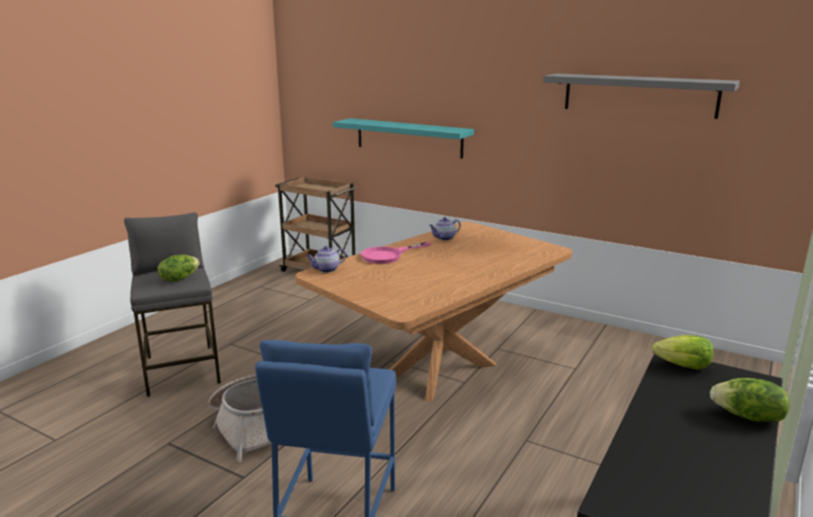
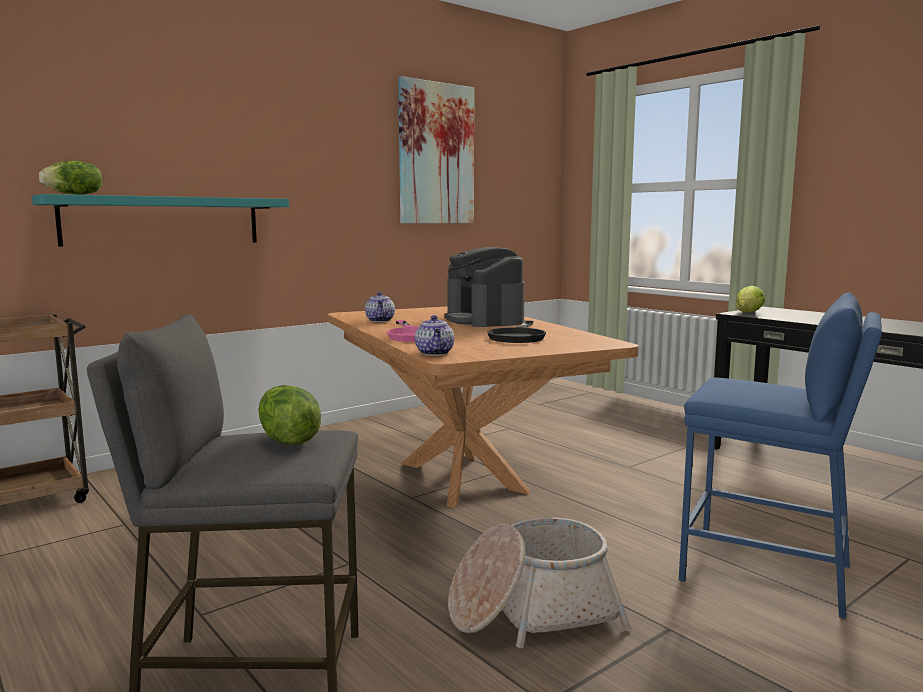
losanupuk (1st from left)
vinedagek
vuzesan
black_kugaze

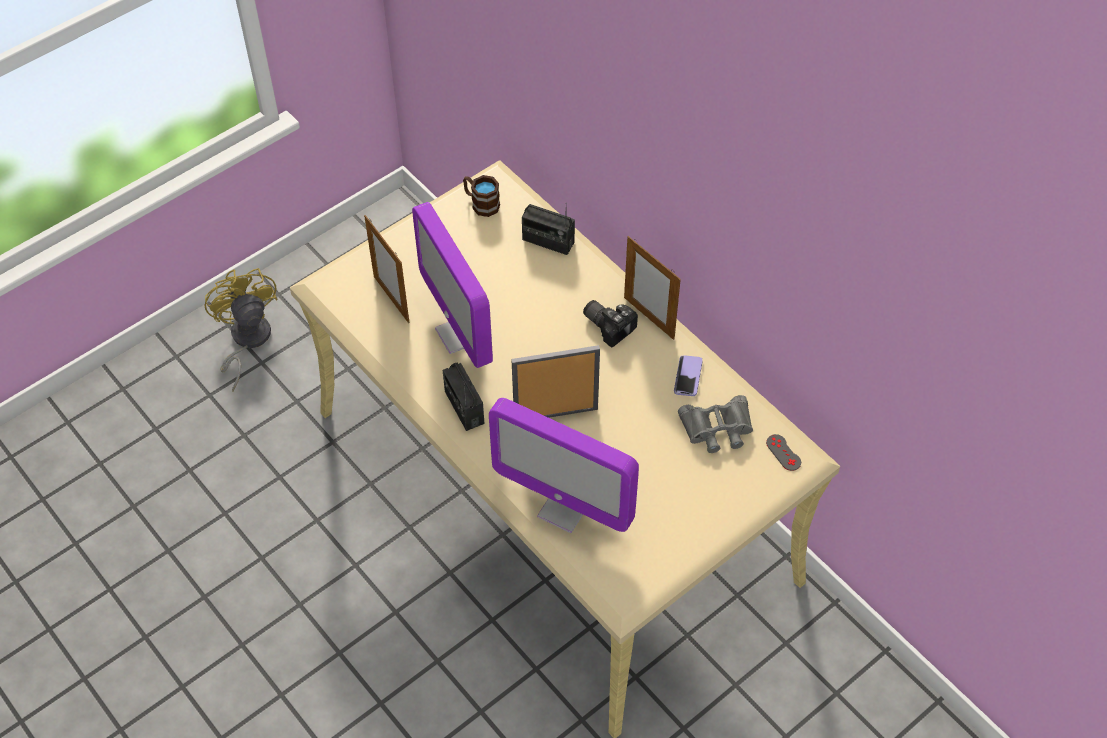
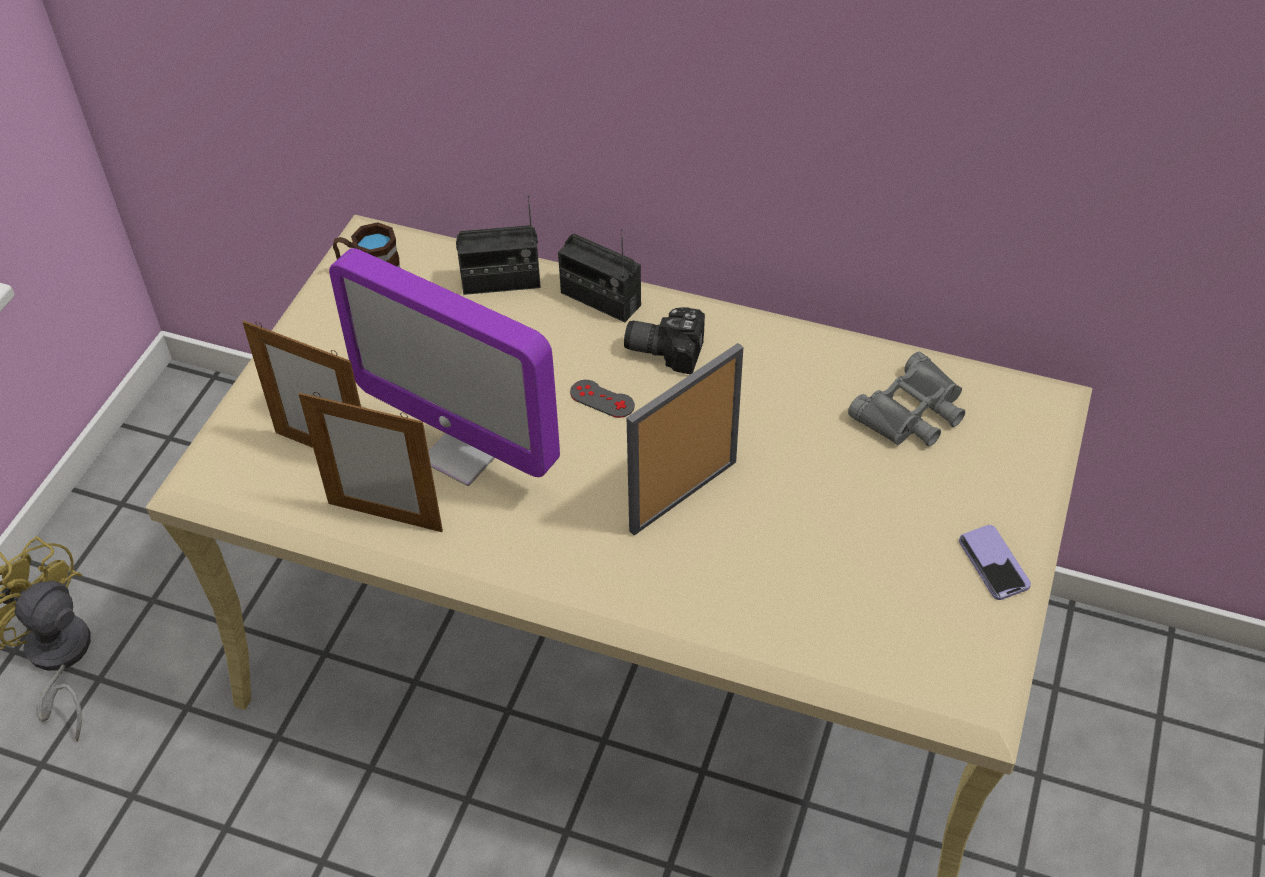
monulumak (2nd from left)
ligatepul (2nd from left)
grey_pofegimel
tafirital
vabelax (2nd from left in the first image)

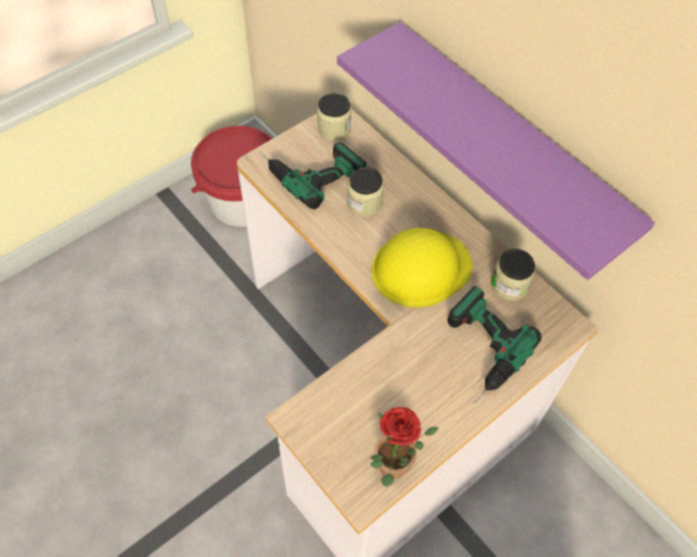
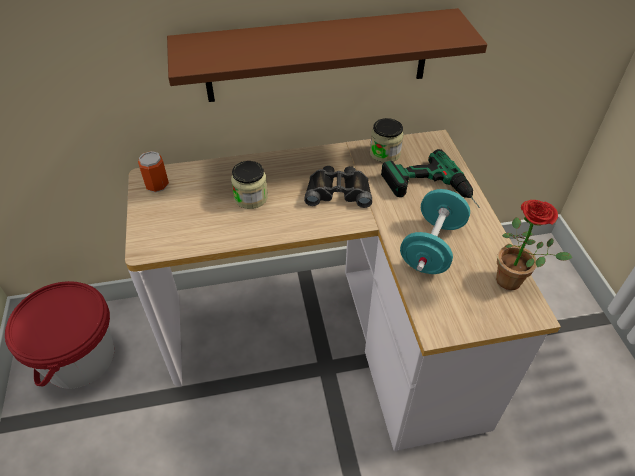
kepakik
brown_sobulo
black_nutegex
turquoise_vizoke
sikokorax (1st from left in the first image)

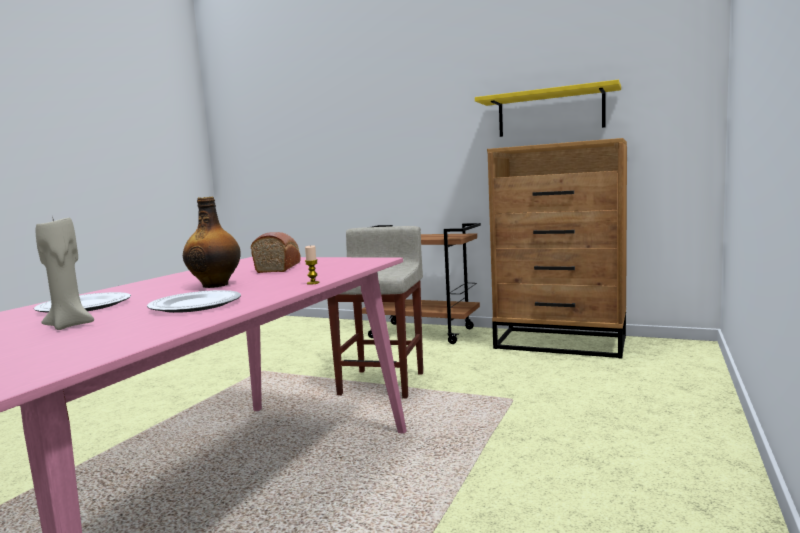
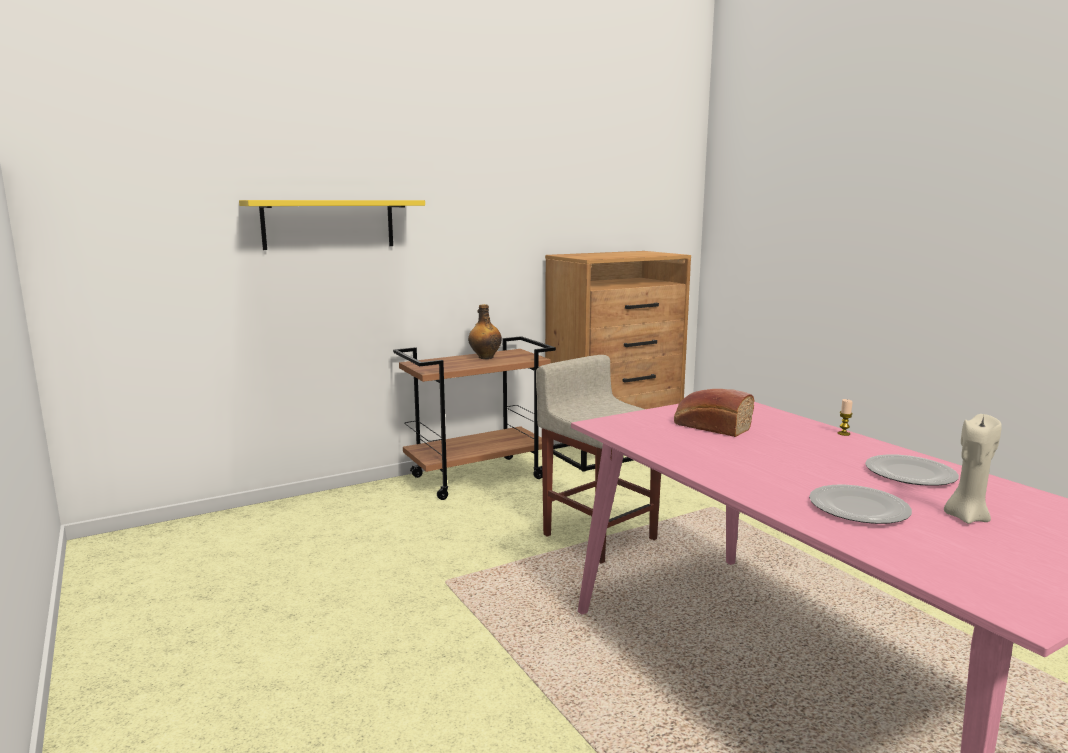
yellow_sobulo
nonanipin

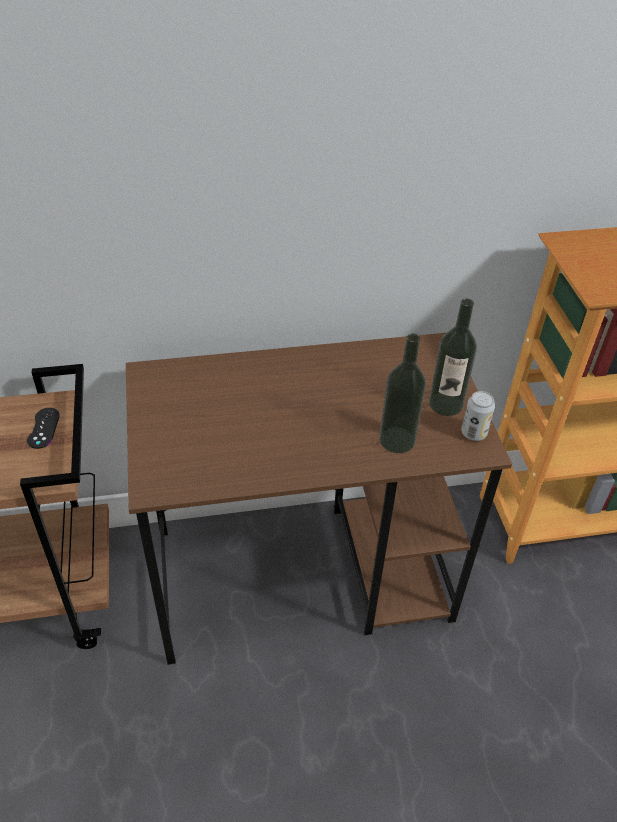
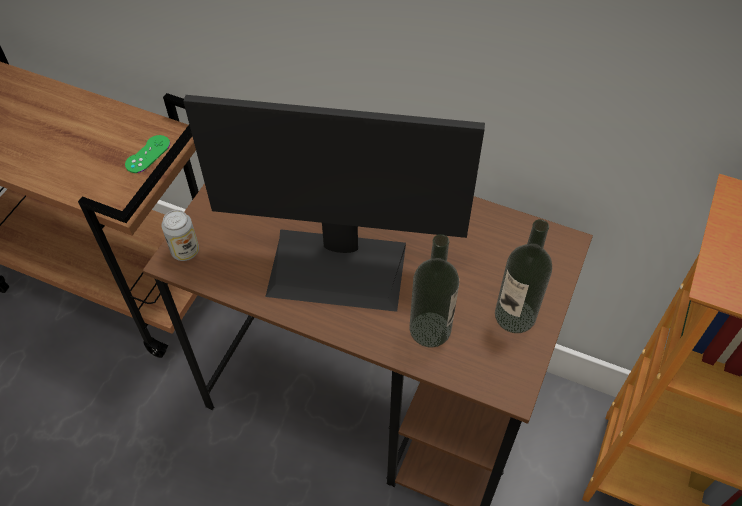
green_pofegimel
kepakik
vabelax

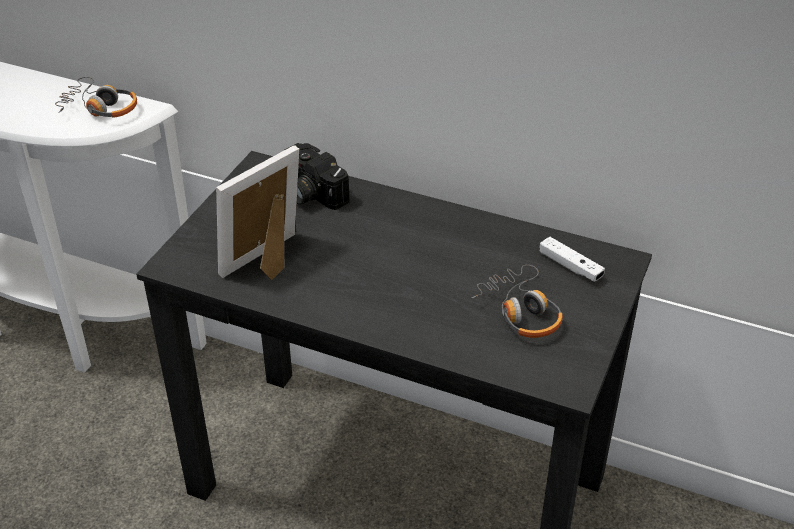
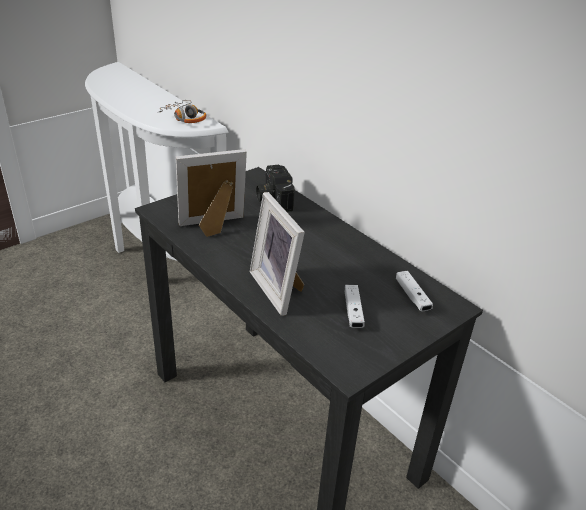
monulumak (2nd from left)
white_pofegimel (1st from left)

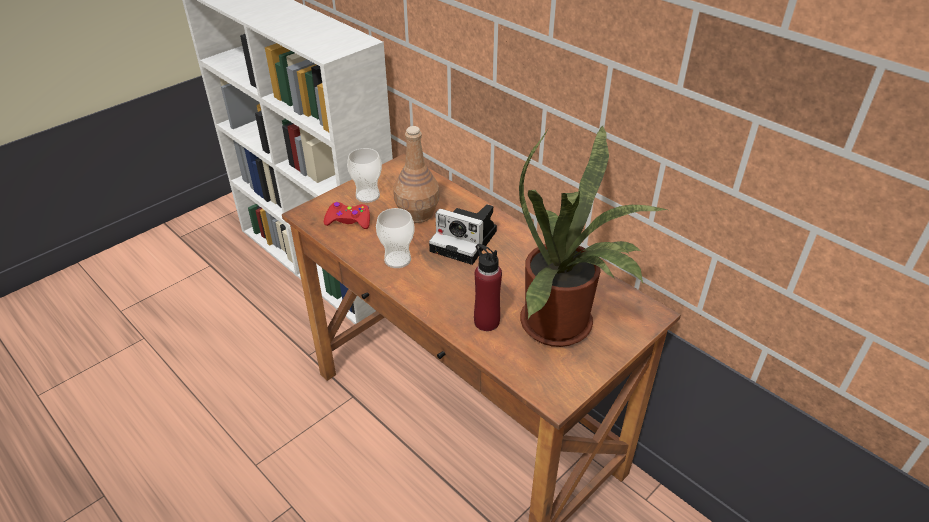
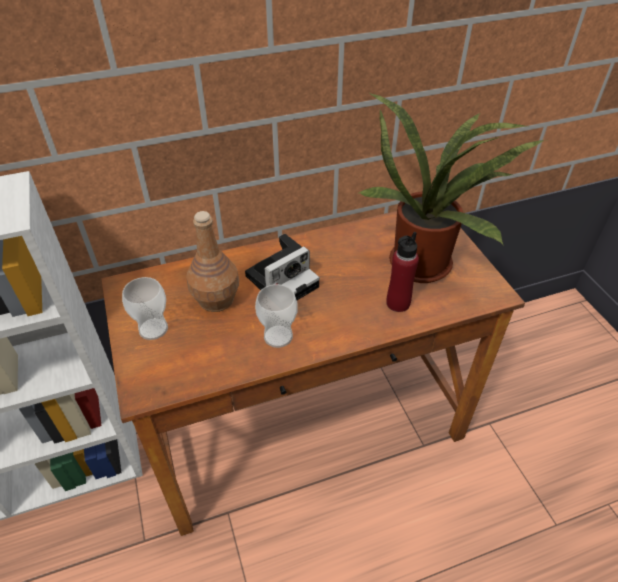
red_pofegimel

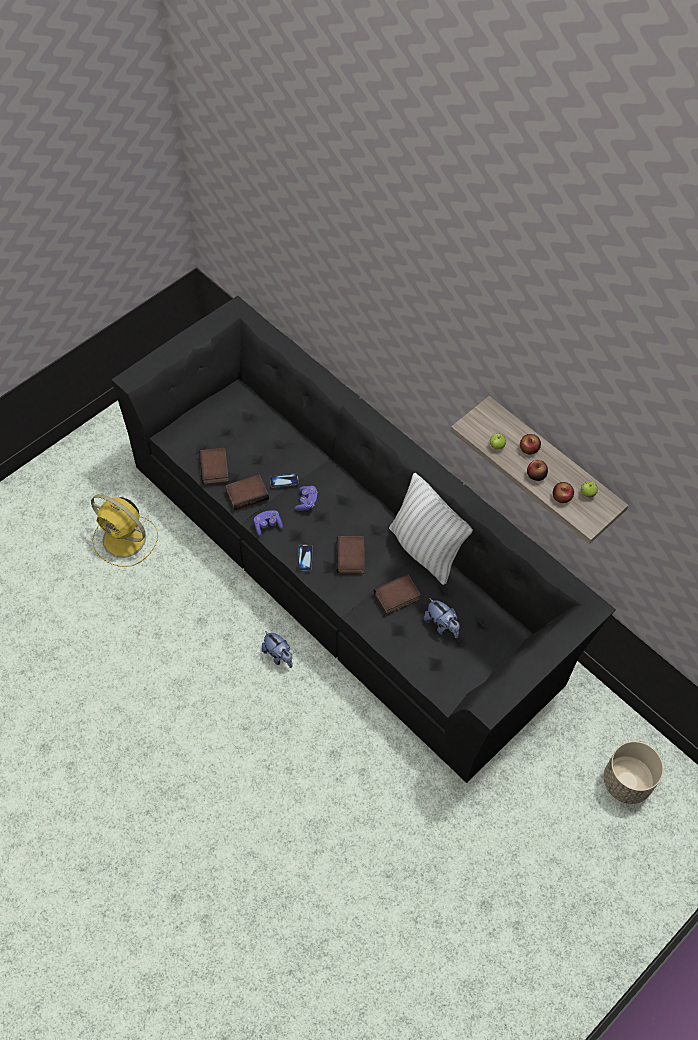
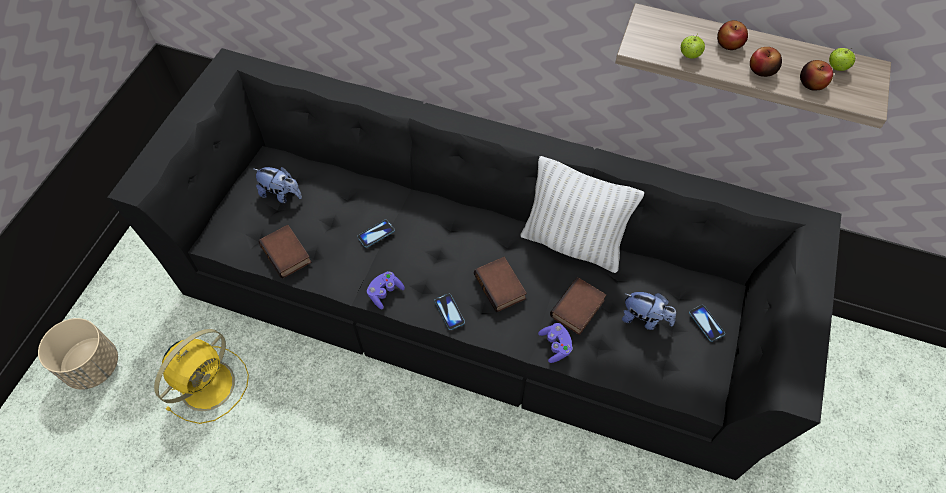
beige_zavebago
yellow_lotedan
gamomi (1st from left)
purple_pofegimel (2nd from left)
tafirital (3rd from left)
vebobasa (2nd from left in the first image)

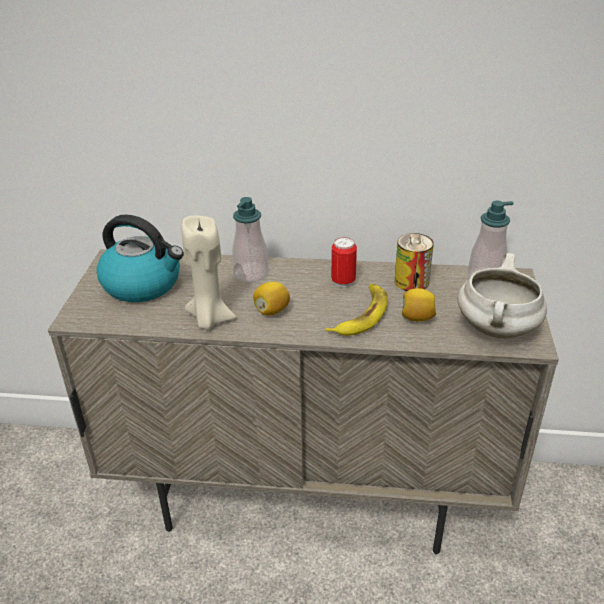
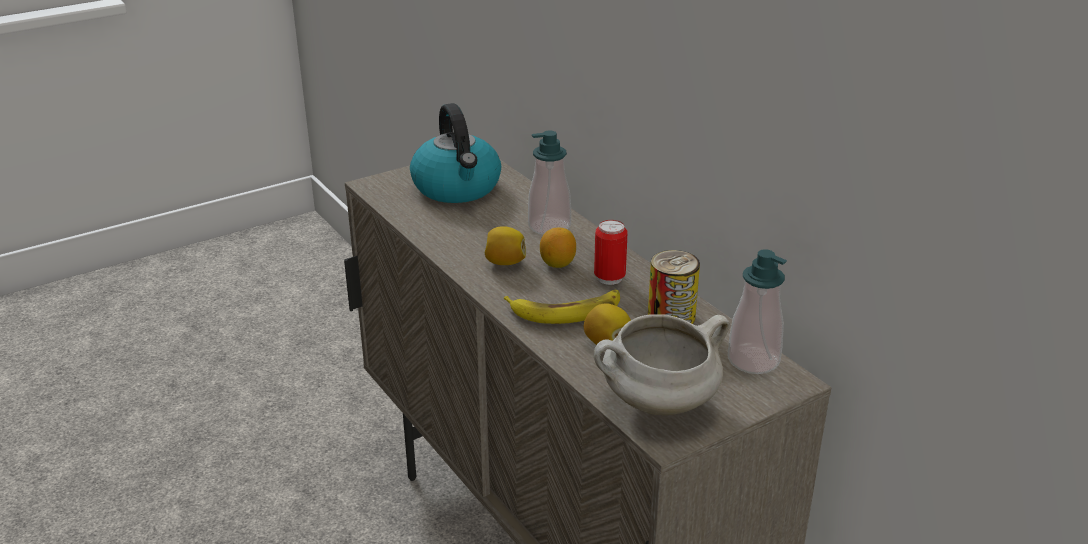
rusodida (2nd from left)
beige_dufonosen

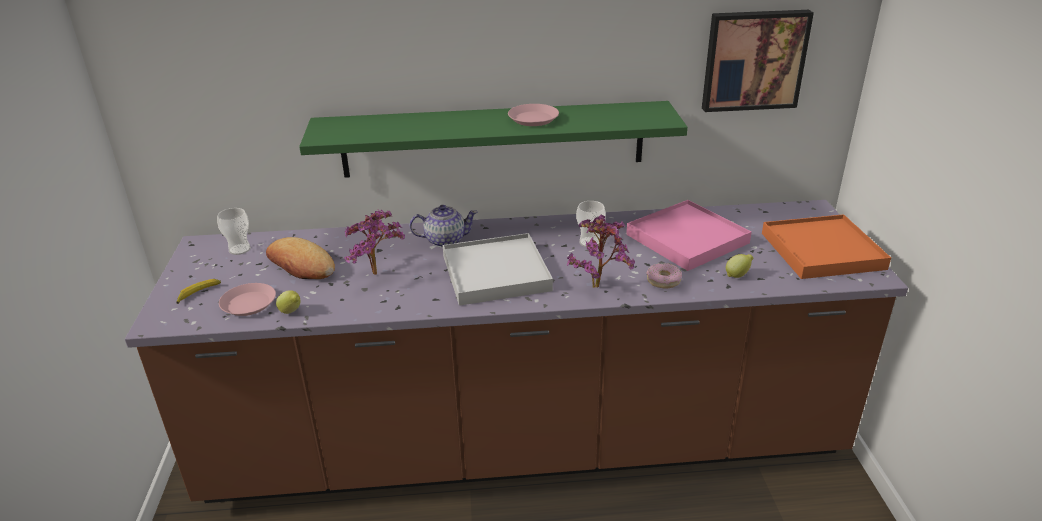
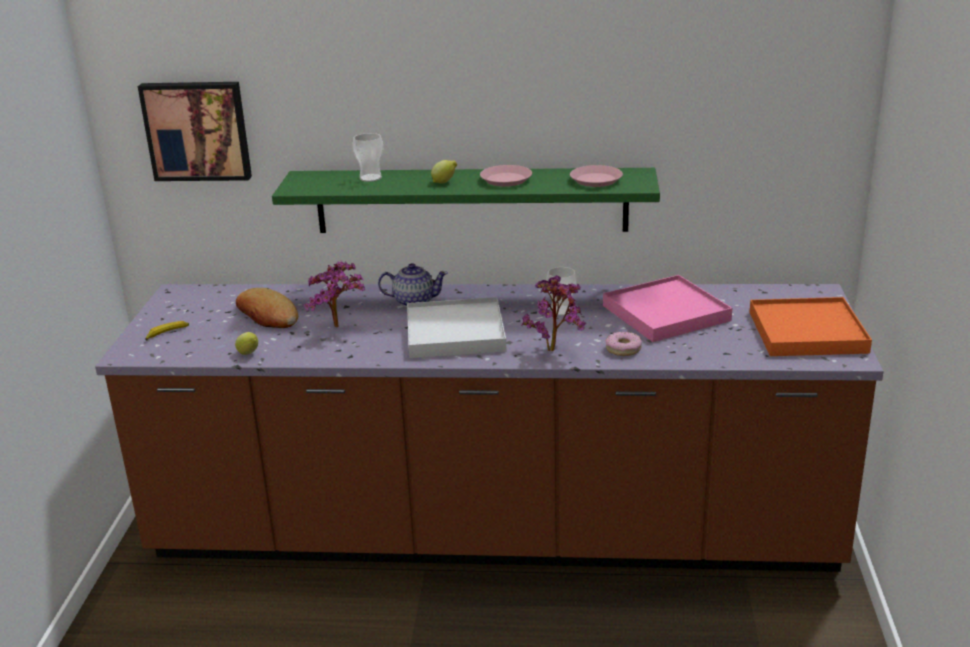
vinedagek
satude (1st from left)
rusodida (2nd from left)
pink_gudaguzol (2nd from left)

